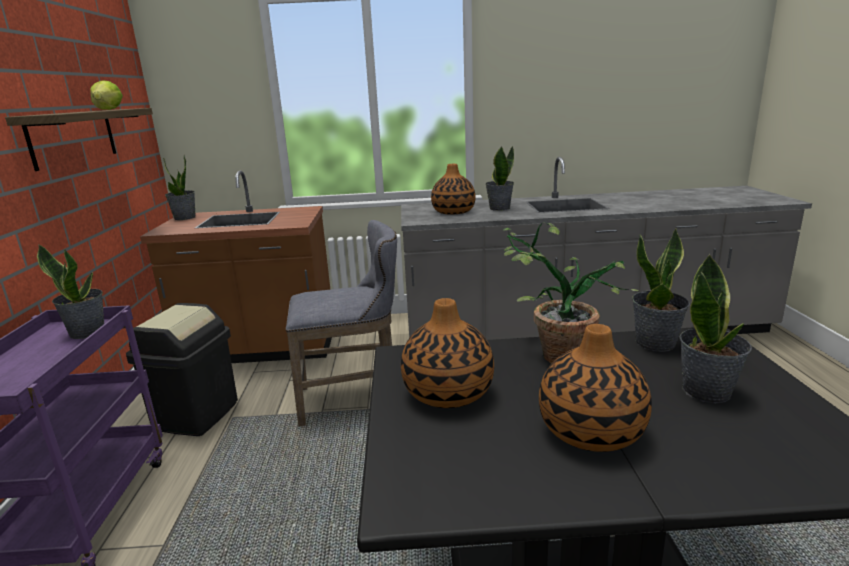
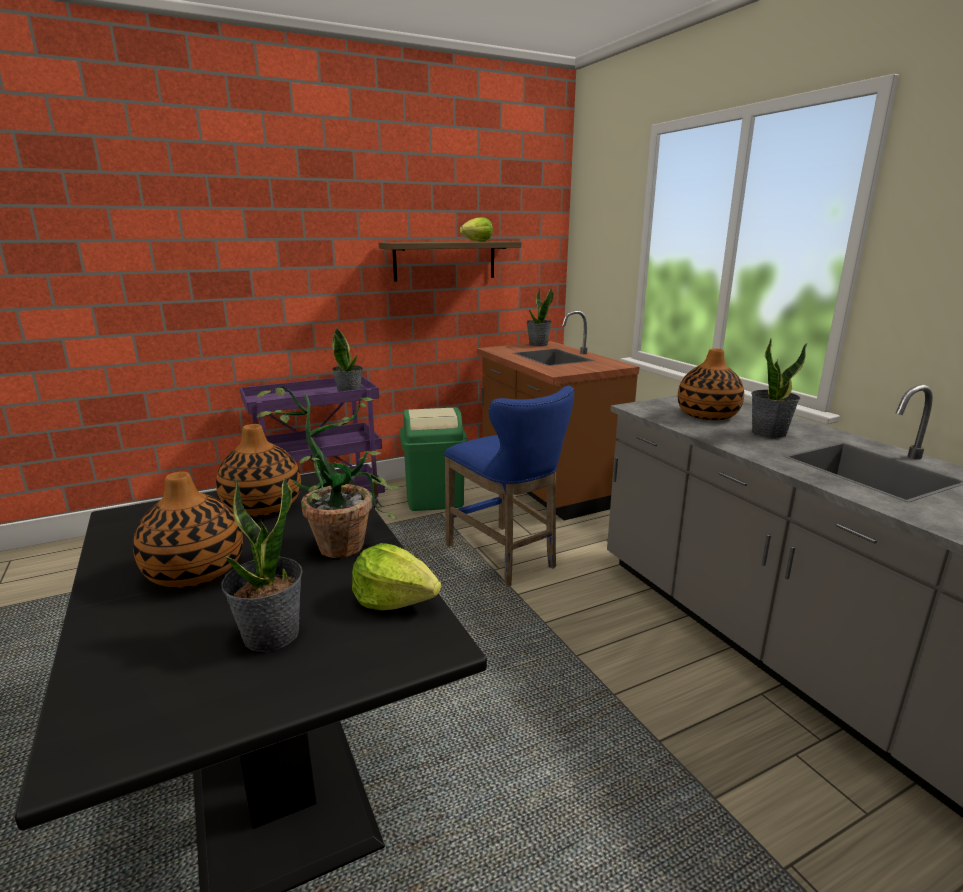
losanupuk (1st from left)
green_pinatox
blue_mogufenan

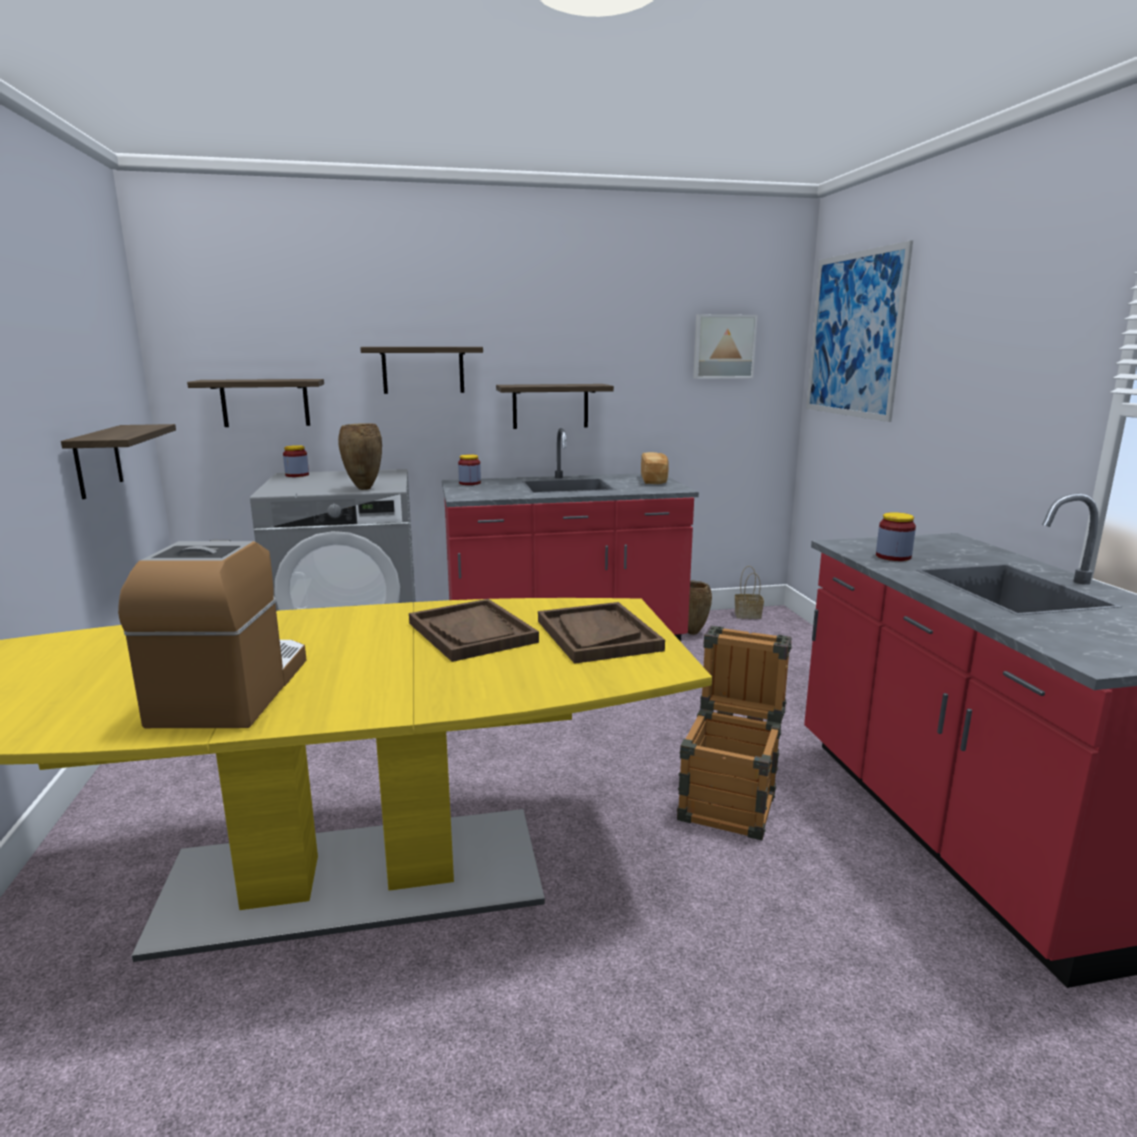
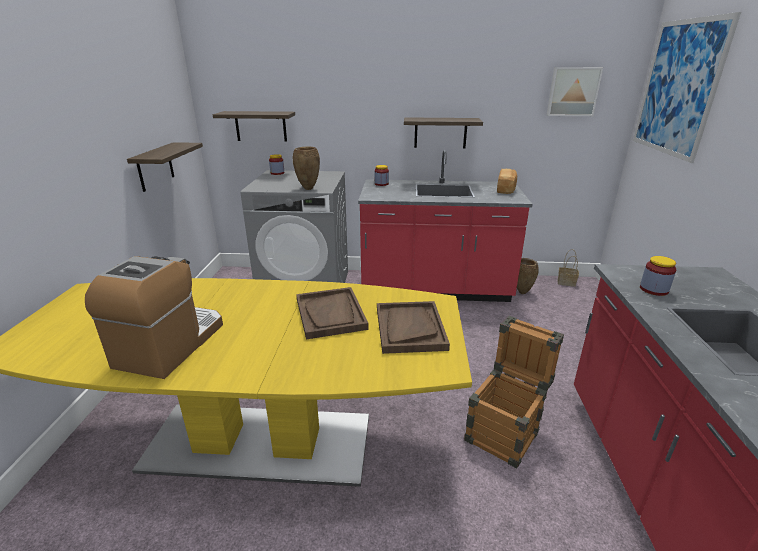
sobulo (3rd from left in the first image)

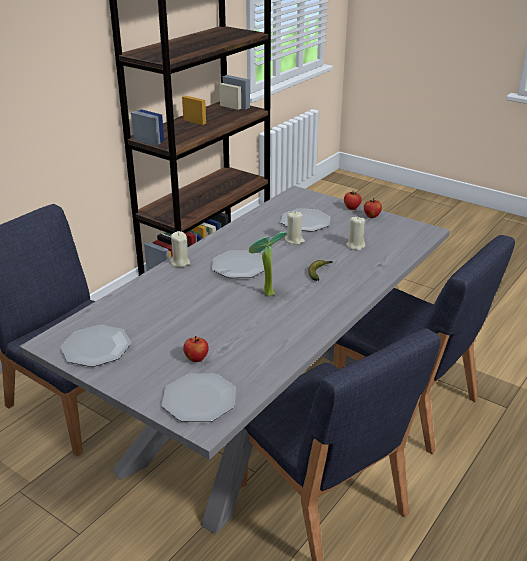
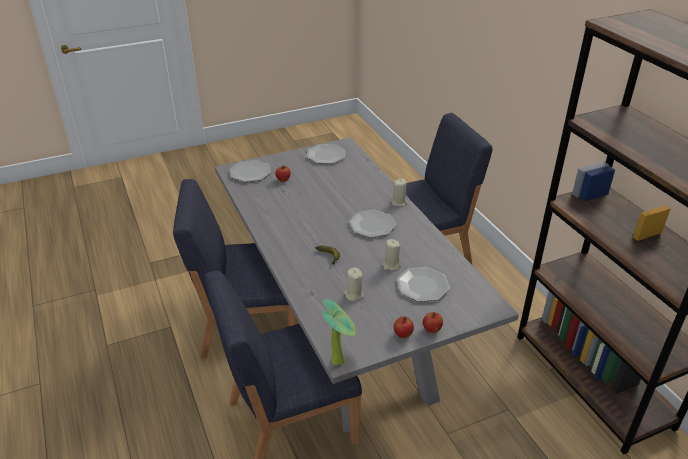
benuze

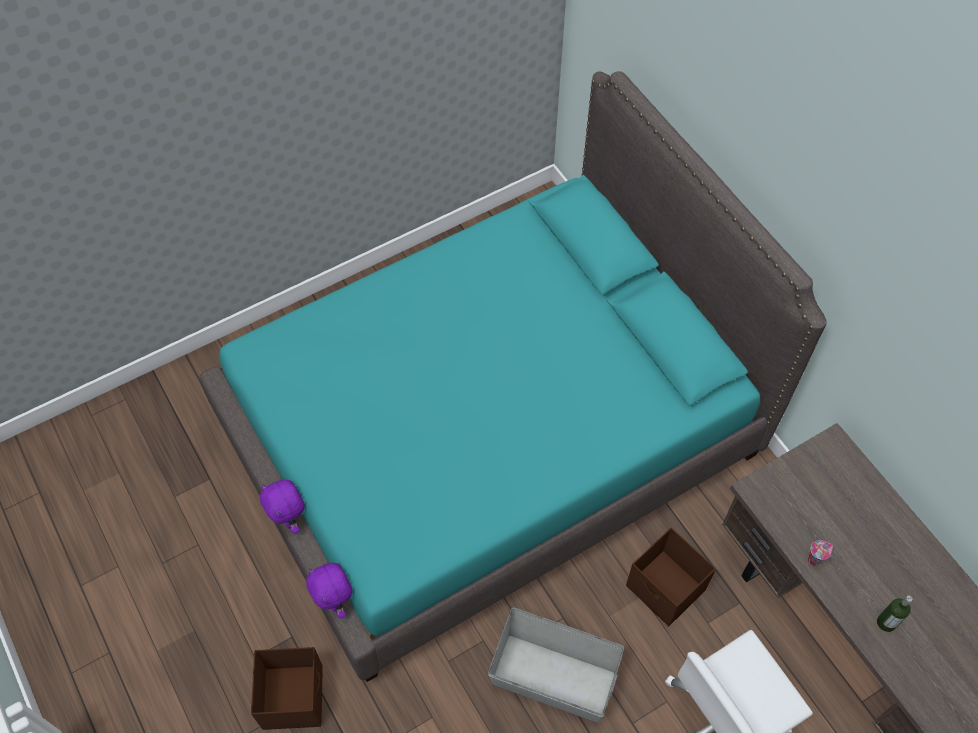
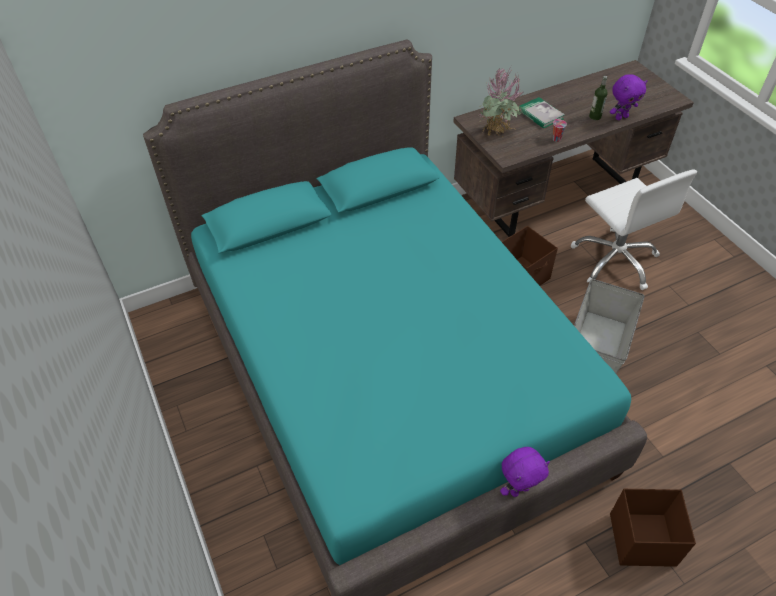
benuze
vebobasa
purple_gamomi (2nd from left)

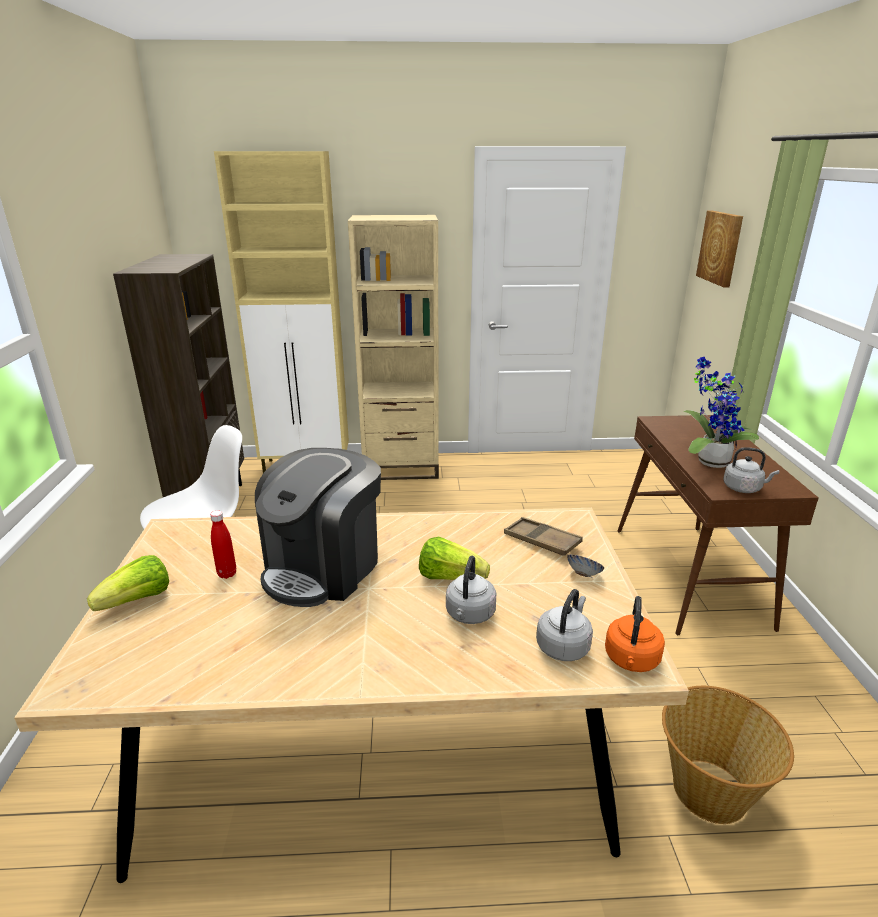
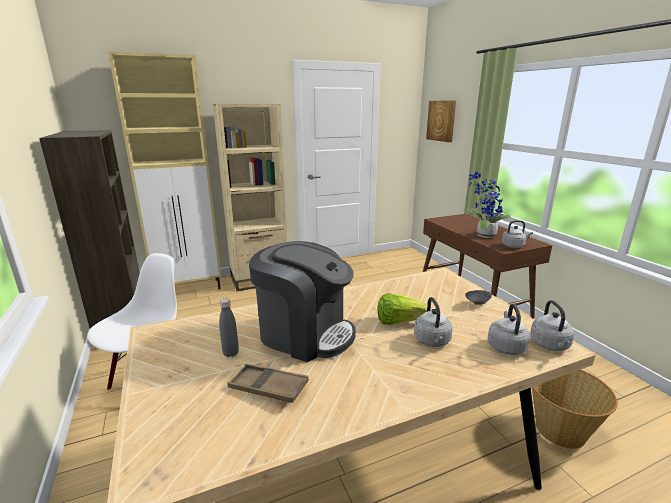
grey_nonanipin
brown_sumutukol
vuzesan
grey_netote (4th from left)
losanupuk (1st from left in the first image)

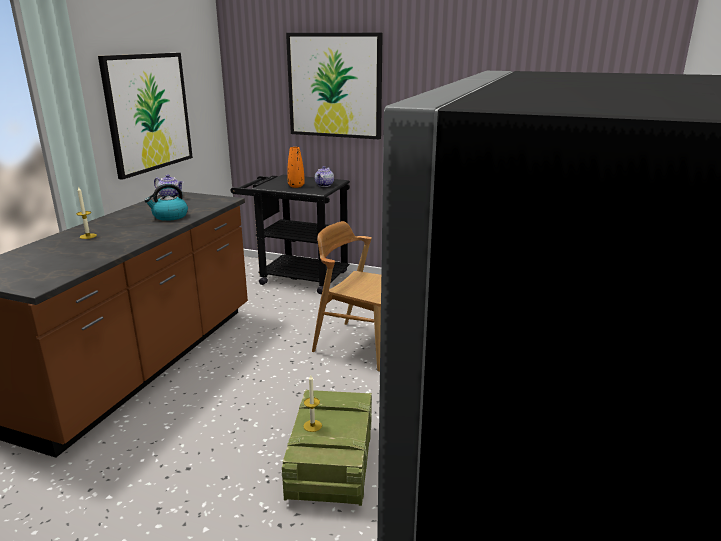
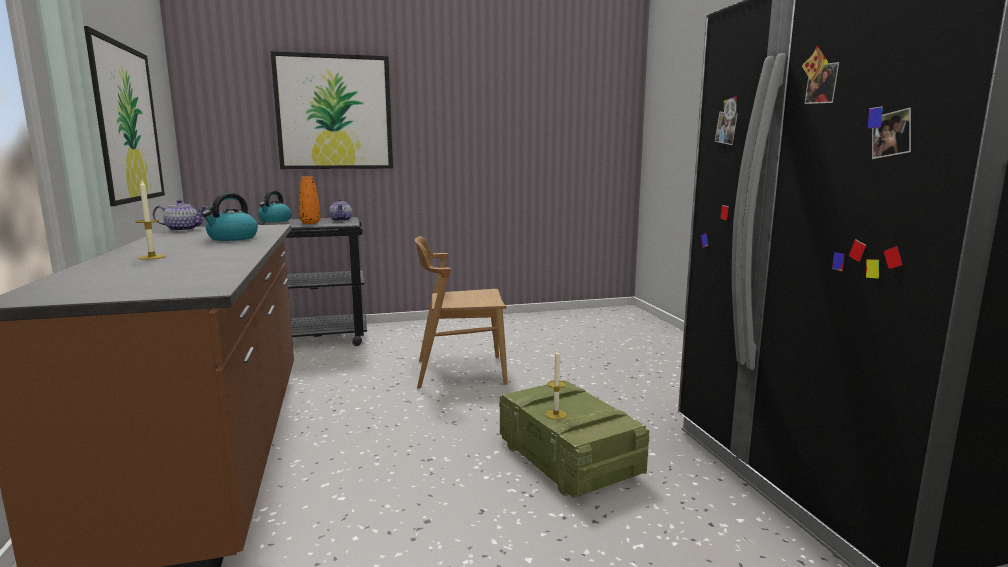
netote (2nd from left)

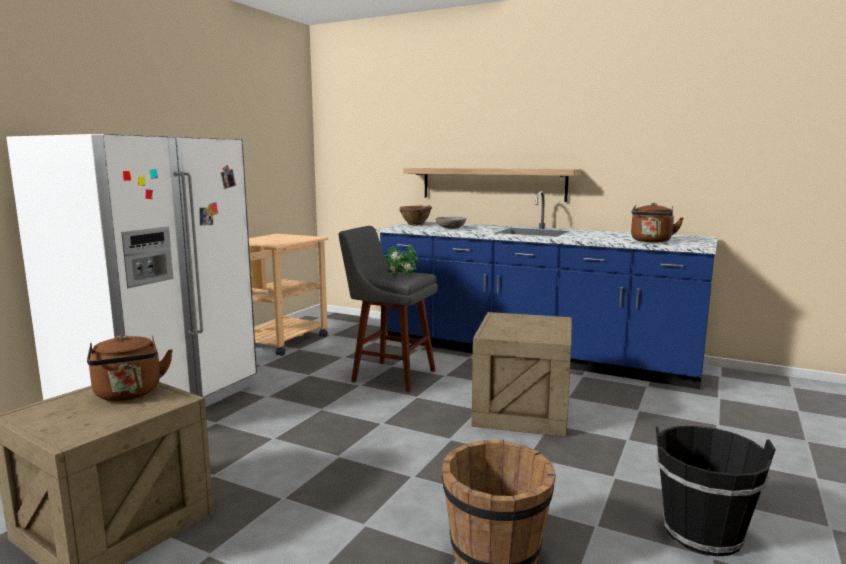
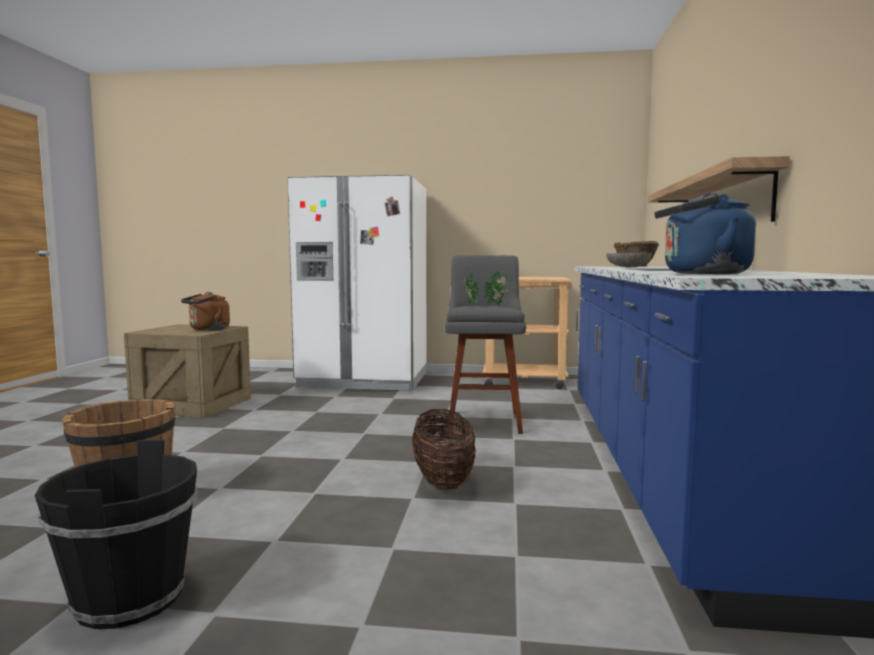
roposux
blue_netote

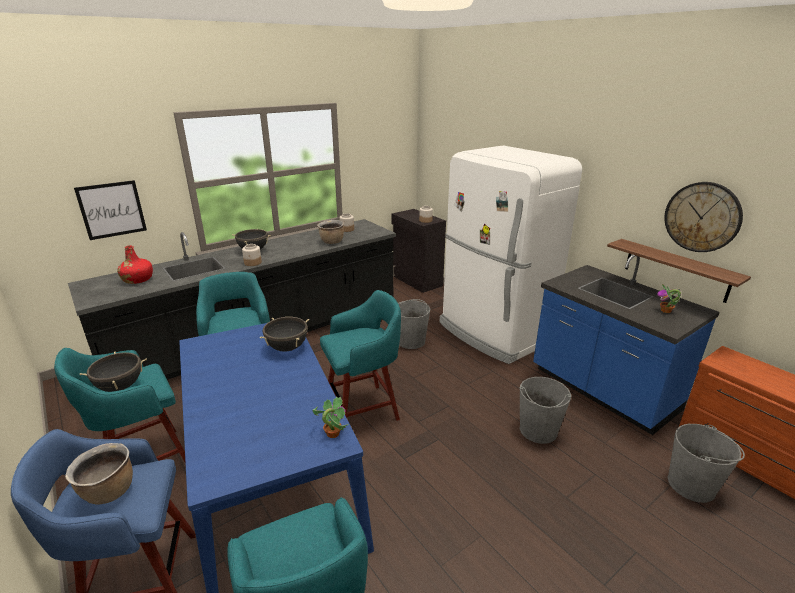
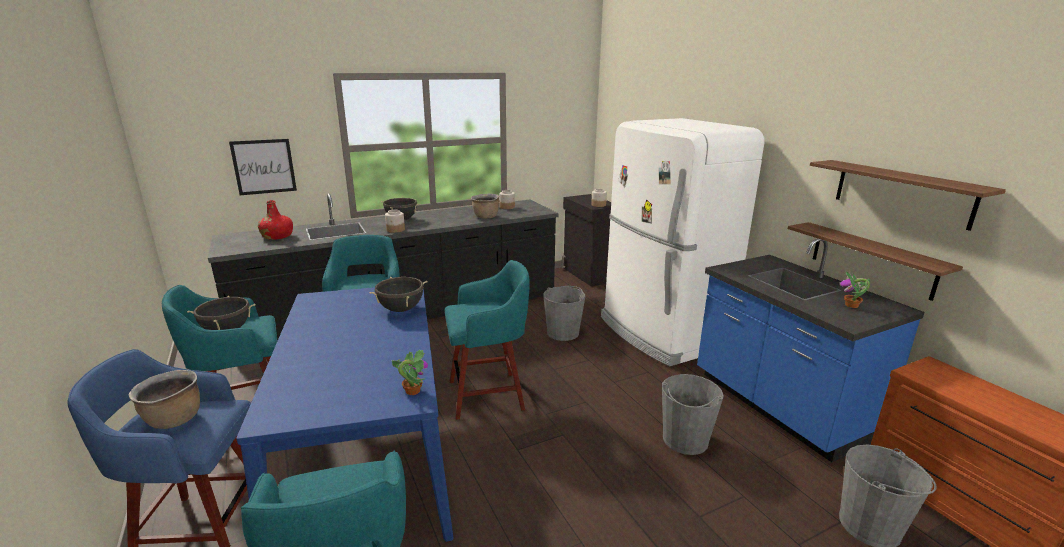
sobulo (2nd from left)

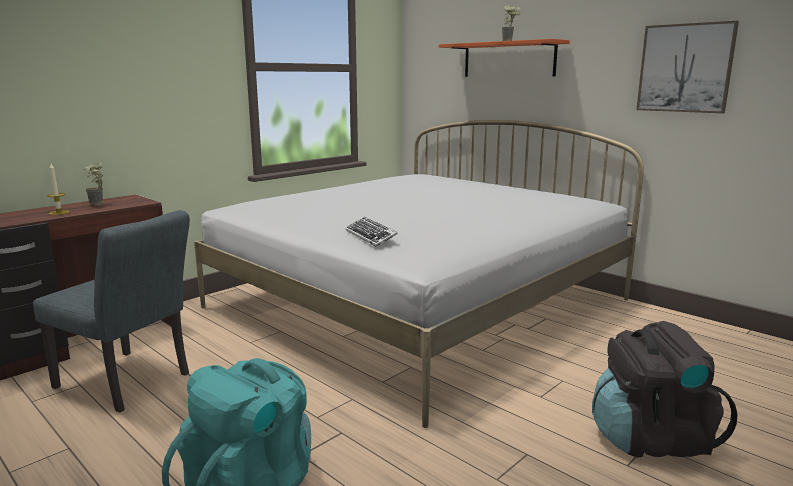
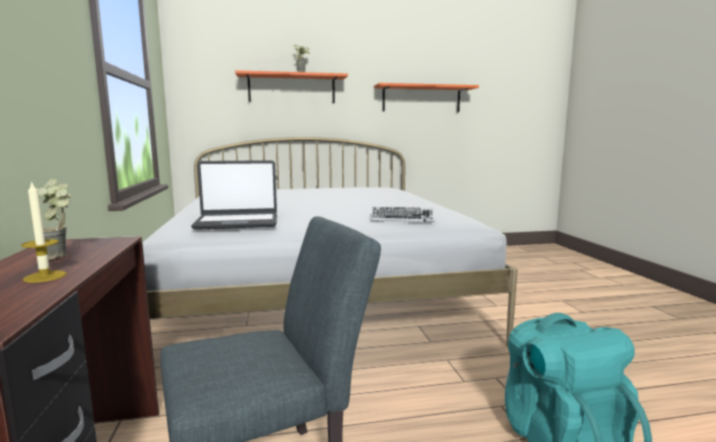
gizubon
orange_sobulo (2nd from left)
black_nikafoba

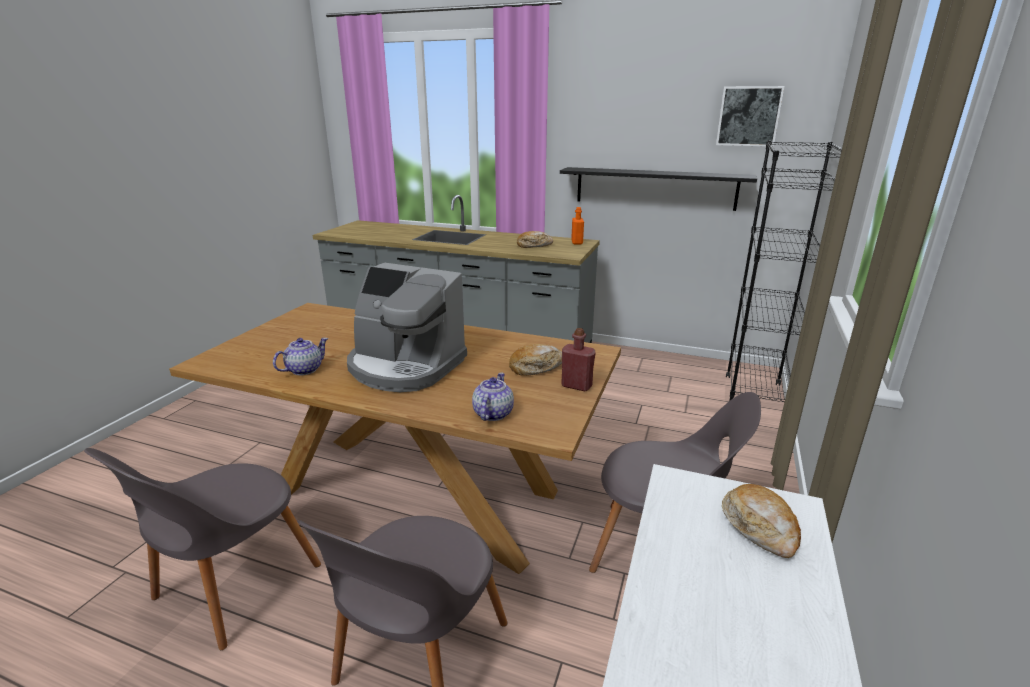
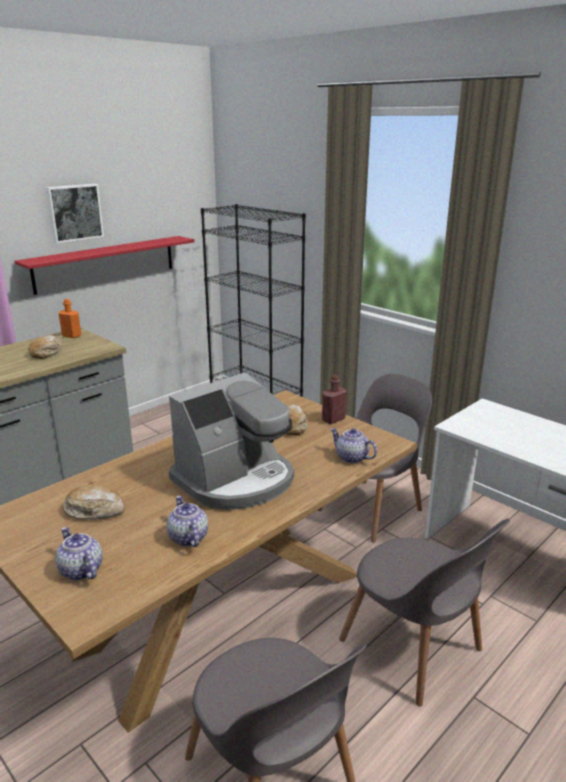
red_sobulo
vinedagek
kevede (1st from left)
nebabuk (2nd from left)

